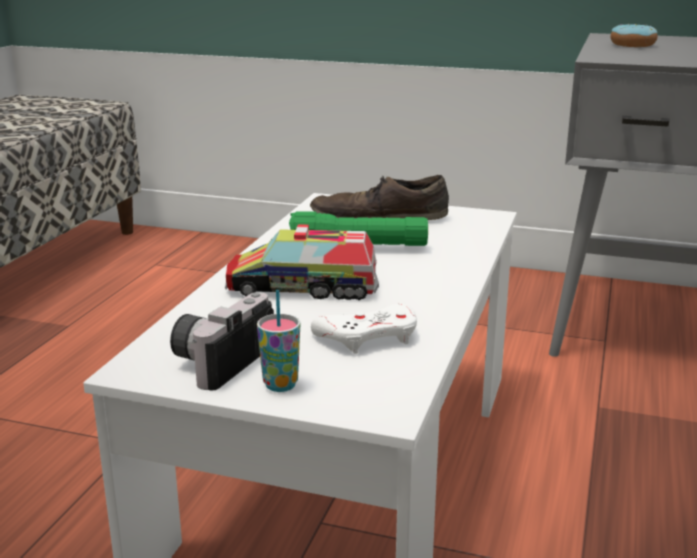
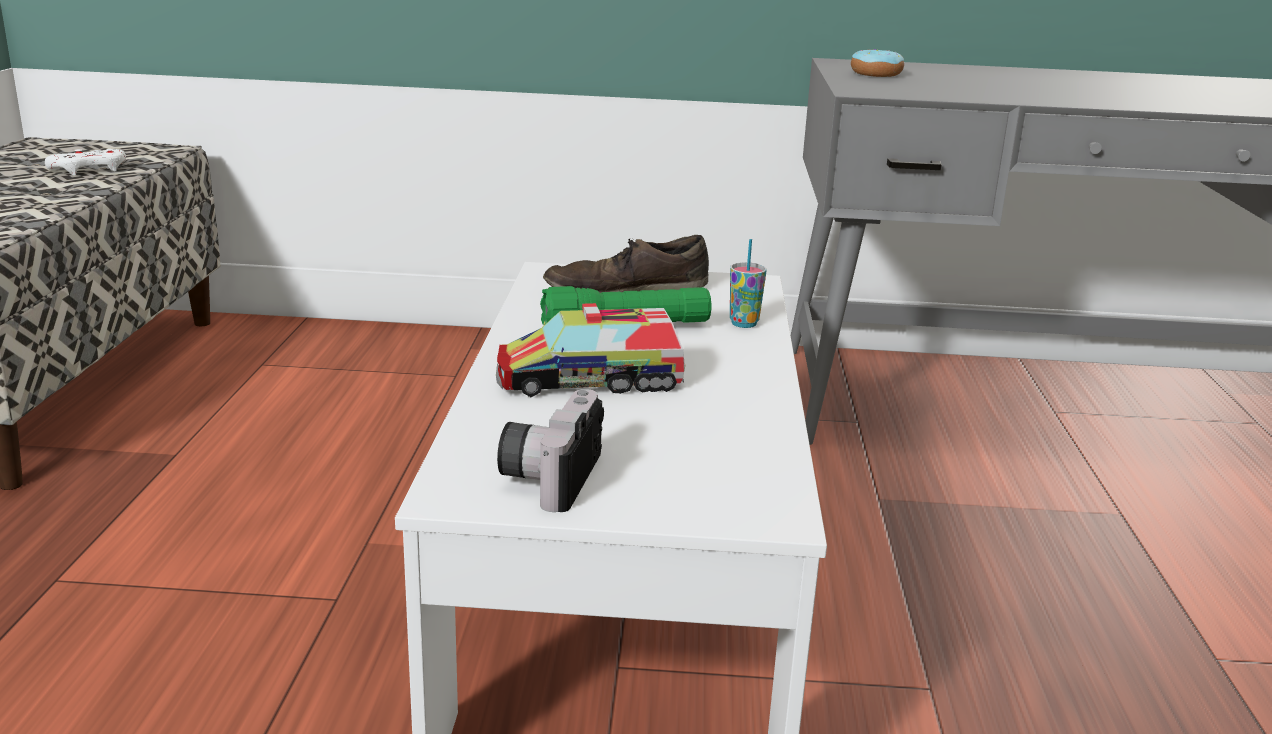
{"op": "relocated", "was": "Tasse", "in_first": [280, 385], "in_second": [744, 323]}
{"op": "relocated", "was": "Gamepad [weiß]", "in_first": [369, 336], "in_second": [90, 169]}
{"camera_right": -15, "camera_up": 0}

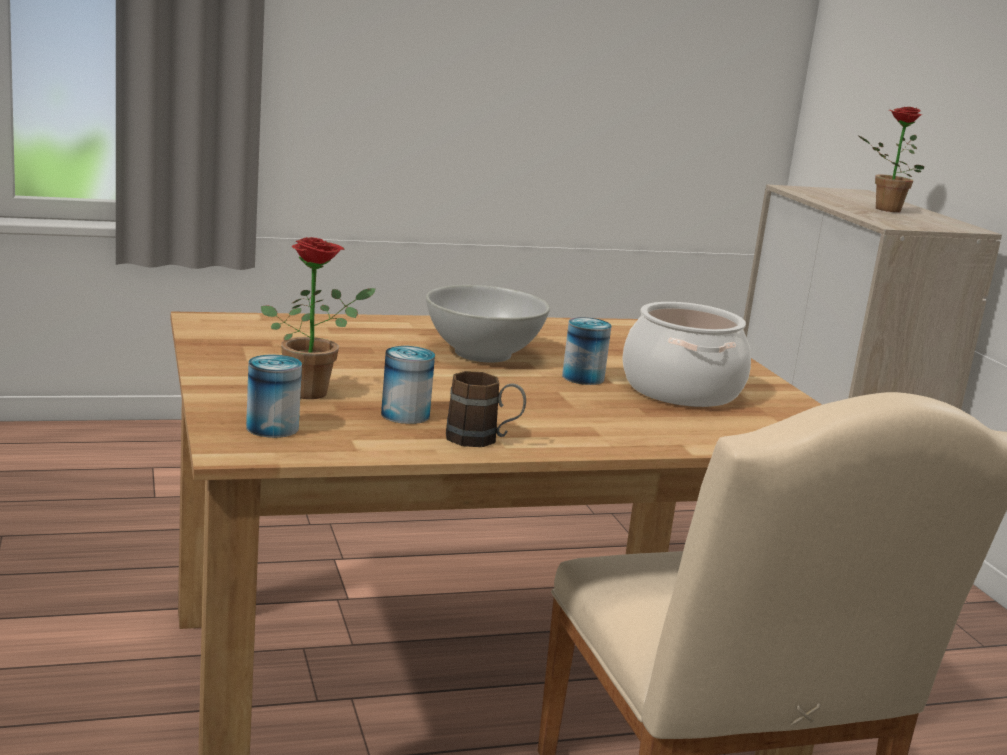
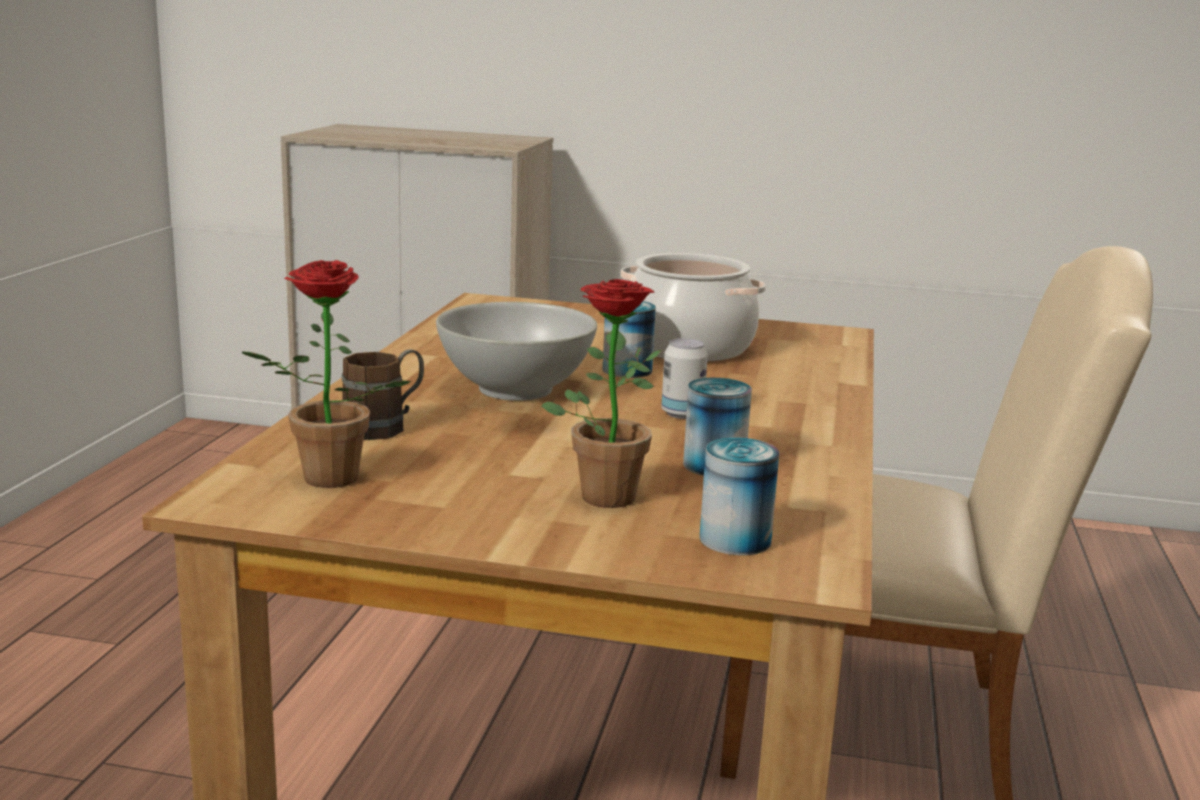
{"op": "relocated", "was": "Henkelbecher [braun]", "in_first": [482, 440], "in_second": [385, 426]}
{"op": "relocated", "was": "Topfpflanze", "in_first": [882, 209], "in_second": [323, 482]}
{"op": "appeared", "now": "Dose", "in_second": [682, 414]}
{"camera_right": -60, "camera_up": 0}

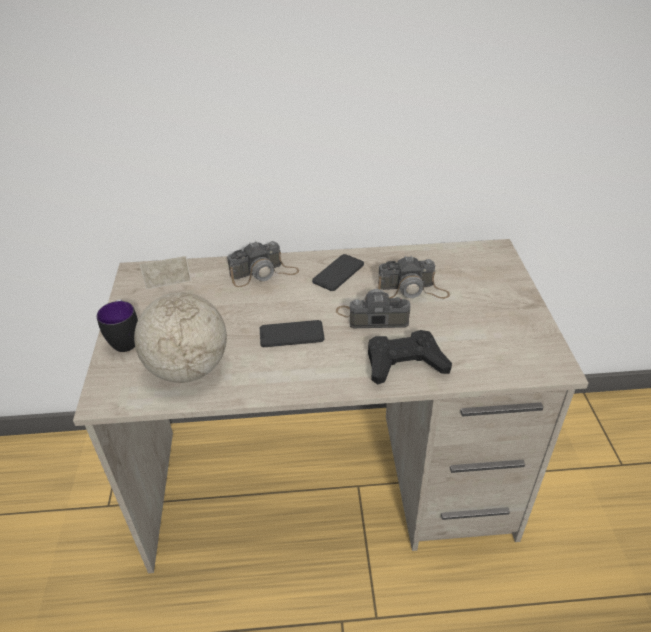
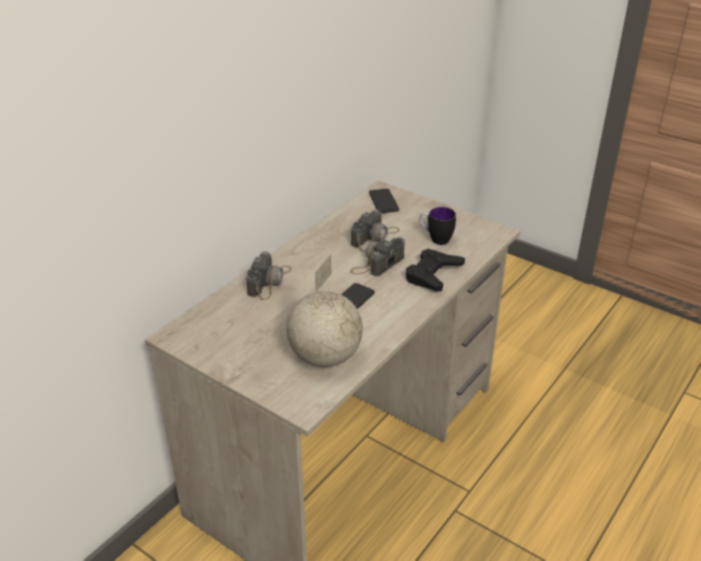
{"op": "relocated", "was": "Henkelbecher", "in_first": [125, 339], "in_second": [435, 239]}
{"op": "relocated", "was": "Handy", "in_first": [338, 273], "in_second": [383, 201]}
{"camera_right": -50, "camera_up": -5}

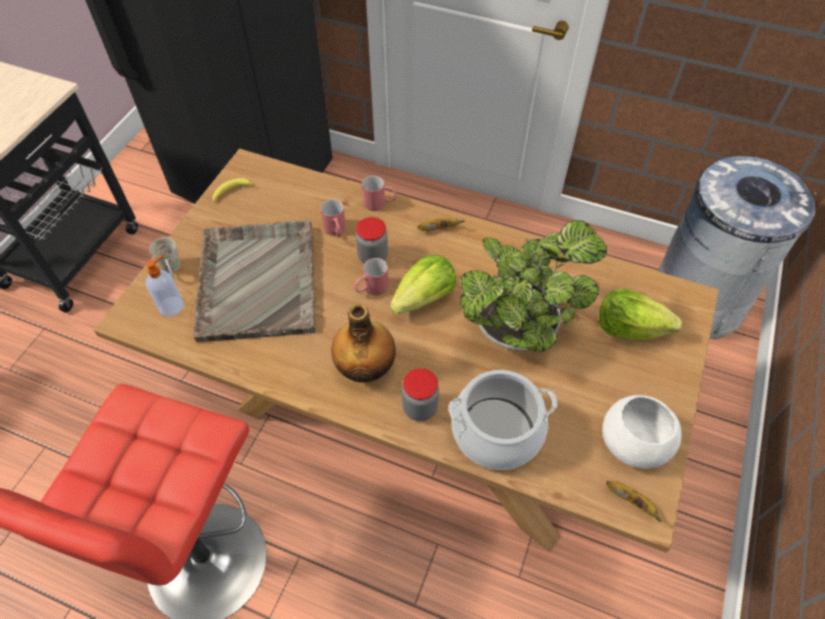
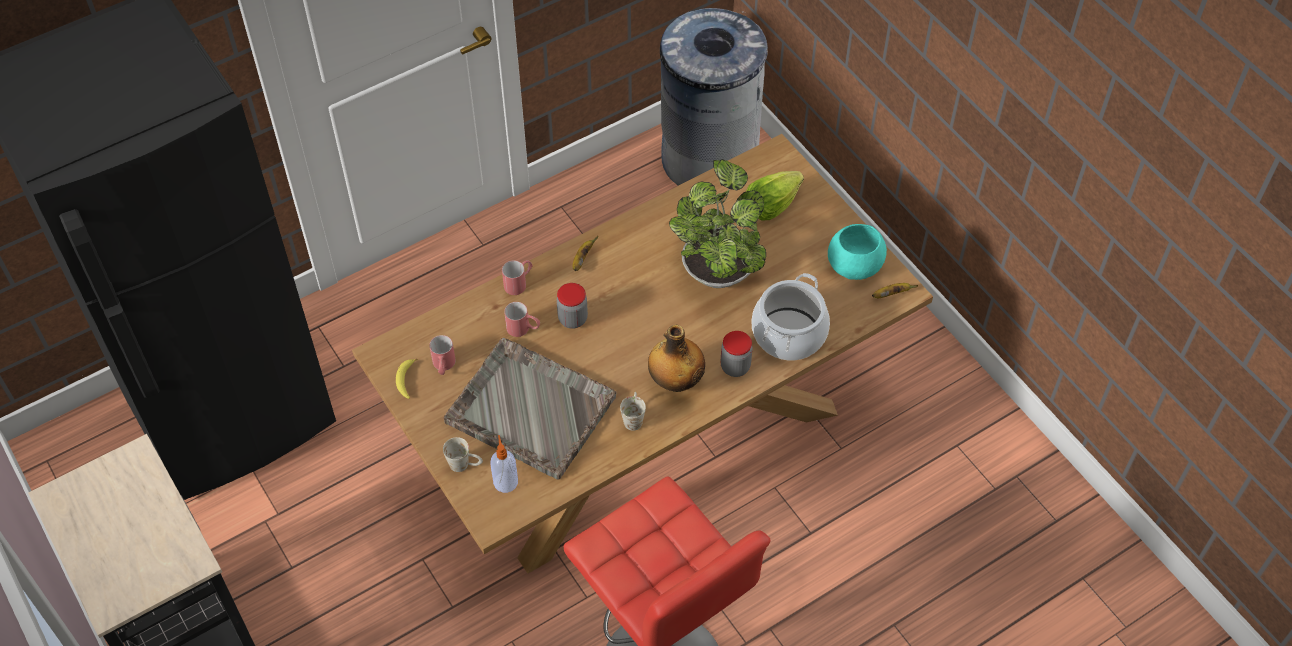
{"op": "relocated", "was": "Henkelbecher [rot]", "in_first": [371, 289], "in_second": [443, 366]}
{"op": "missing", "was": "Salatkopf", "in_first": [425, 298]}
{"op": "colour", "was": "Schüssel [weiß]", "now": "Schüssel [türkis]", "in_first": [635, 443], "in_second": [856, 264]}
{"op": "appeared", "now": "Henkelbecher [weiß]", "in_second": [633, 417]}
{"camera_right": -55, "camera_up": 0}

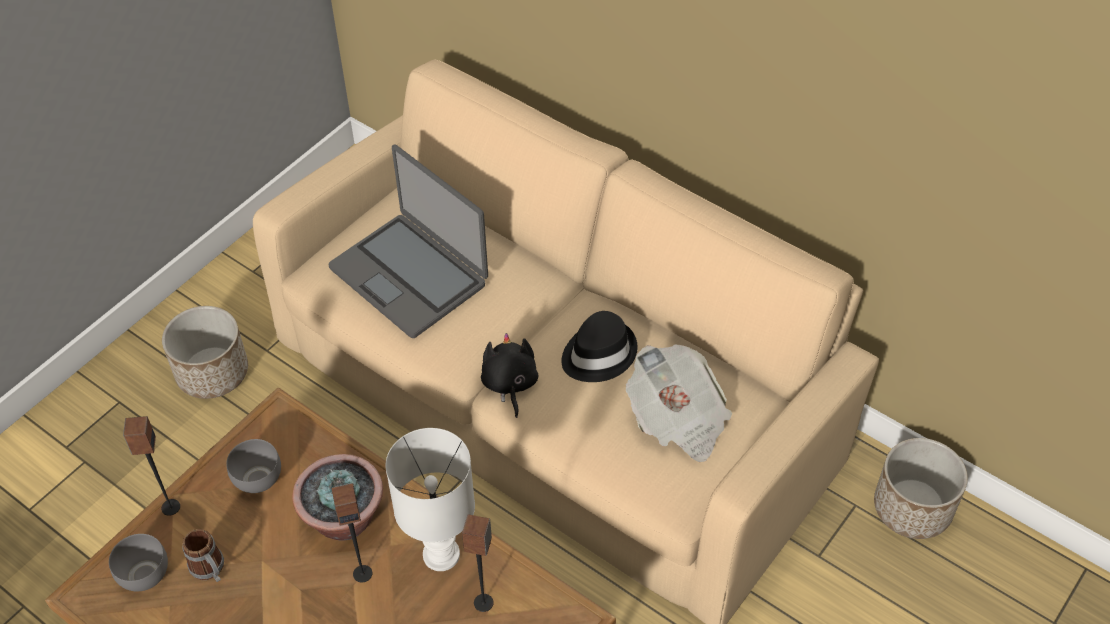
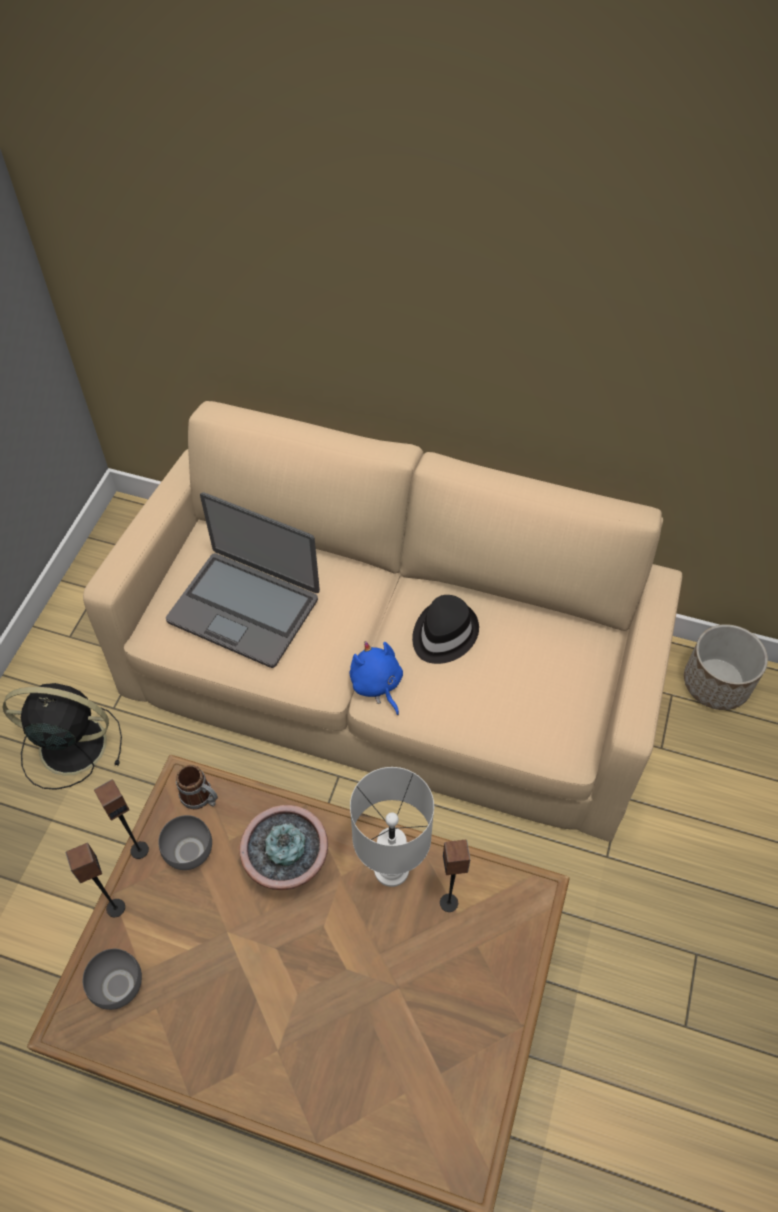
{"op": "exchanged", "was": "Pflanzkübel", "now": "Ventilator [schwarz]", "in_first": [212, 373], "in_second": [69, 745]}
{"op": "relocated", "was": "Henkelbecher", "in_first": [210, 570], "in_second": [201, 798]}
{"op": "relocated", "was": "Lautsprecher", "in_first": [362, 573], "in_second": [139, 849]}
{"op": "colour", "was": "Plüschtier [schwarz]", "now": "Plüschtier [blau]", "in_first": [509, 384], "in_second": [377, 685]}
{"op": "missing", "was": "Zeitung", "in_first": [678, 419]}
{"camera_right": -20, "camera_up": 5}

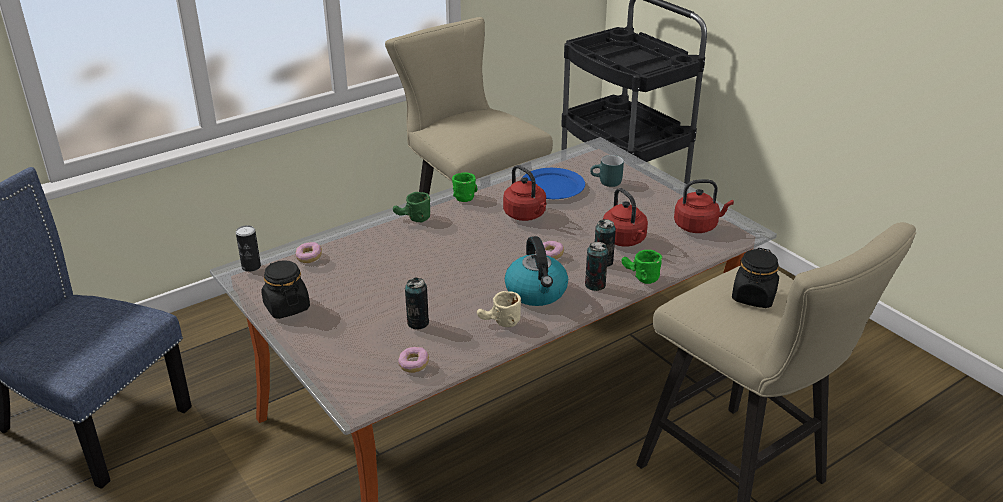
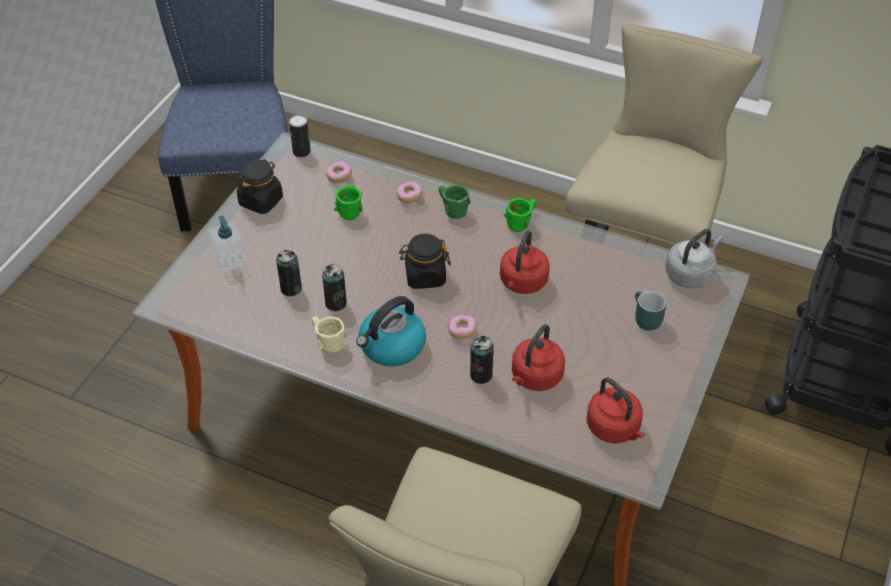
{"op": "relocated", "was": "Donut", "in_first": [414, 365], "in_second": [409, 196]}
{"op": "missing", "was": "Teller [blau]", "in_first": [553, 187]}
{"op": "relocated", "was": "Dose", "in_first": [595, 285], "in_second": [336, 303]}
{"op": "relocated", "was": "Henkelbecher [grün]", "in_first": [639, 277], "in_second": [348, 208]}
{"op": "relocated", "was": "Vorratsglas [schwarz]", "in_first": [753, 297], "in_second": [425, 276]}
{"op": "appeared", "now": "Seifenspender", "in_second": [230, 260]}
{"op": "appeared", "now": "Wasserkessel [grau]", "in_second": [690, 274]}
{"camera_right": 60, "camera_up": 15}

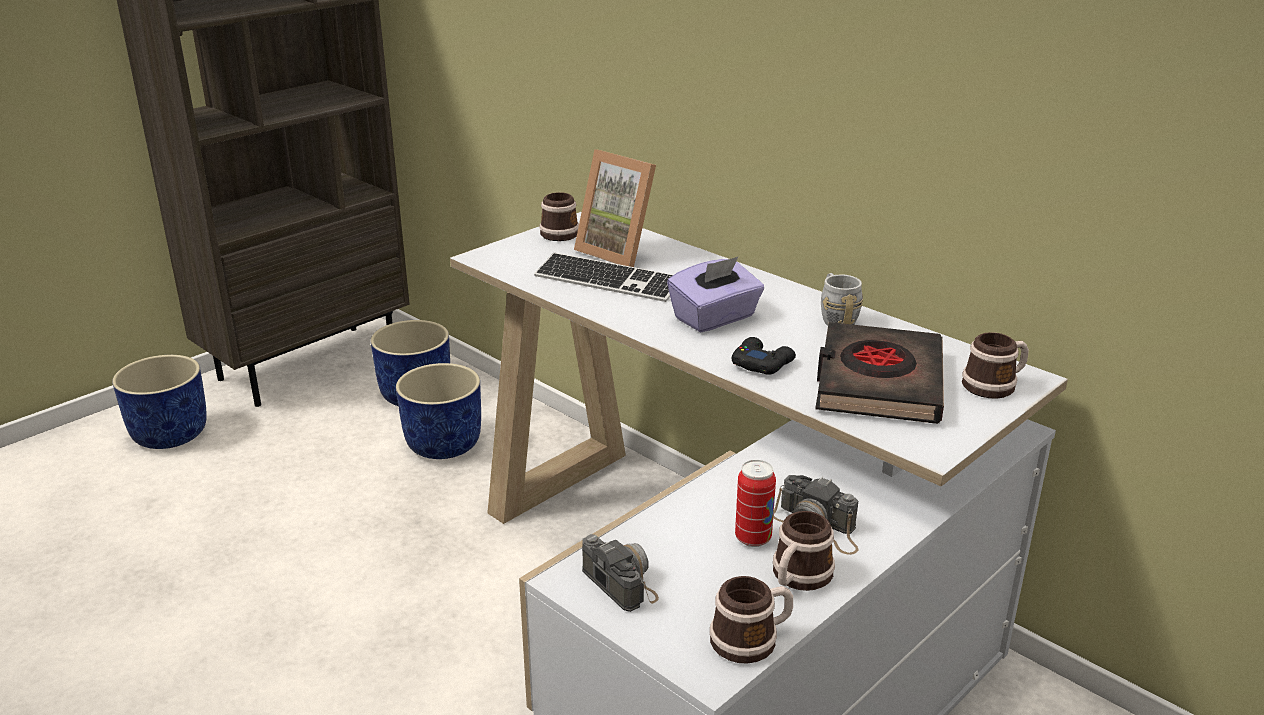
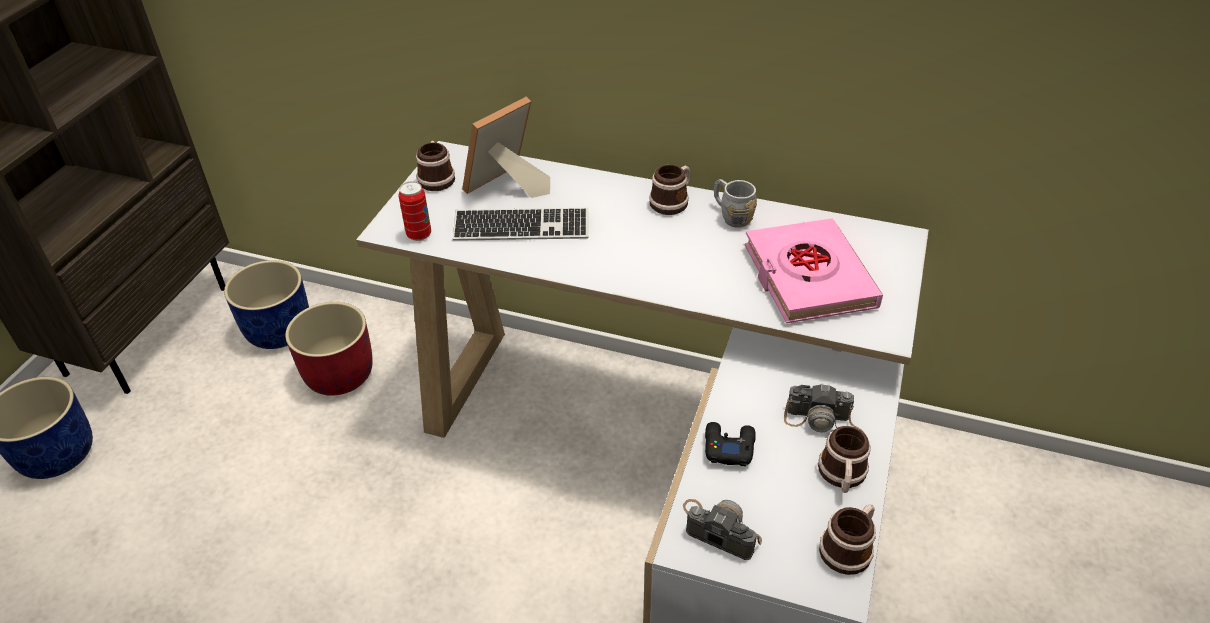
{"op": "colour", "was": "Pflanzkübel [blau]", "now": "Pflanzkübel [rot]", "in_first": [443, 444], "in_second": [338, 375]}
{"op": "spun", "was": "Bilderrahmen", "in_first": [620, 251], "in_second": [506, 188], "clockwise": 120}
{"op": "missing", "was": "Taschentuchbox [lila]", "in_first": [715, 318]}
{"op": "relocated", "was": "Gamepad [schwarz]", "in_first": [762, 363], "in_second": [728, 447]}
{"op": "relocated", "was": "Dose", "in_first": [753, 538], "in_second": [419, 235]}
{"op": "colour", "was": "Buch [schwarz]", "now": "Buch [rosa]", "in_first": [878, 383], "in_second": [808, 277]}
{"op": "relocated", "was": "Henkelbecher", "in_first": [994, 385], "in_second": [672, 201]}
{"camera_right": -25, "camera_up": 15}

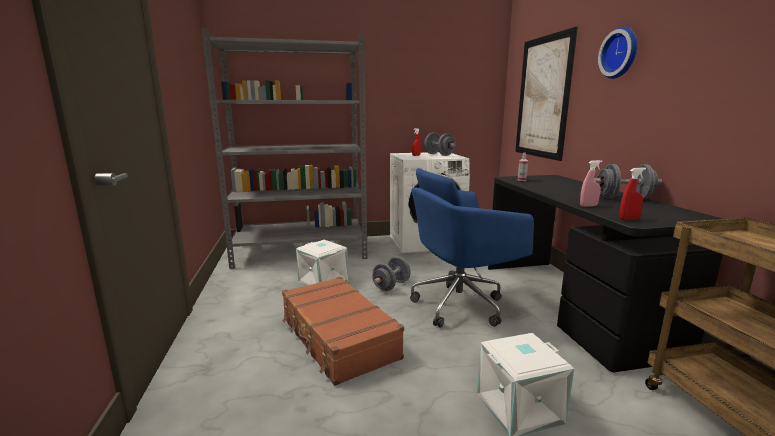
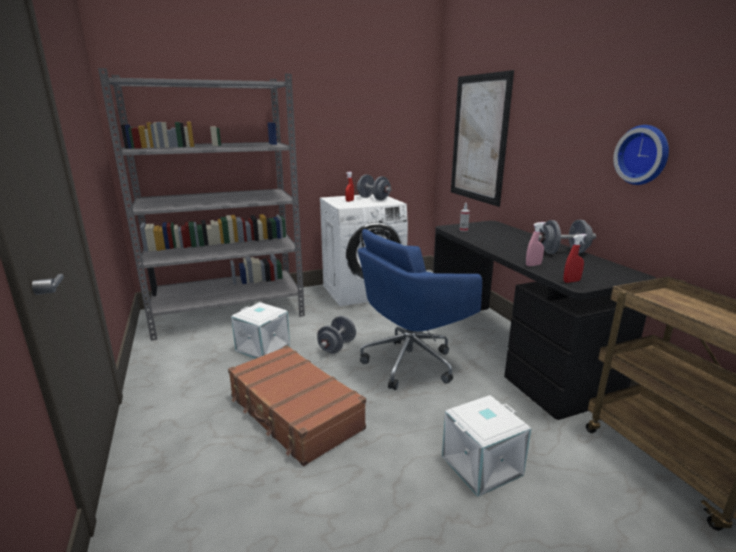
{"op": "relocated", "was": "Wanduhr", "in_first": [621, 53], "in_second": [644, 155]}
{"camera_right": -10, "camera_up": 5}

